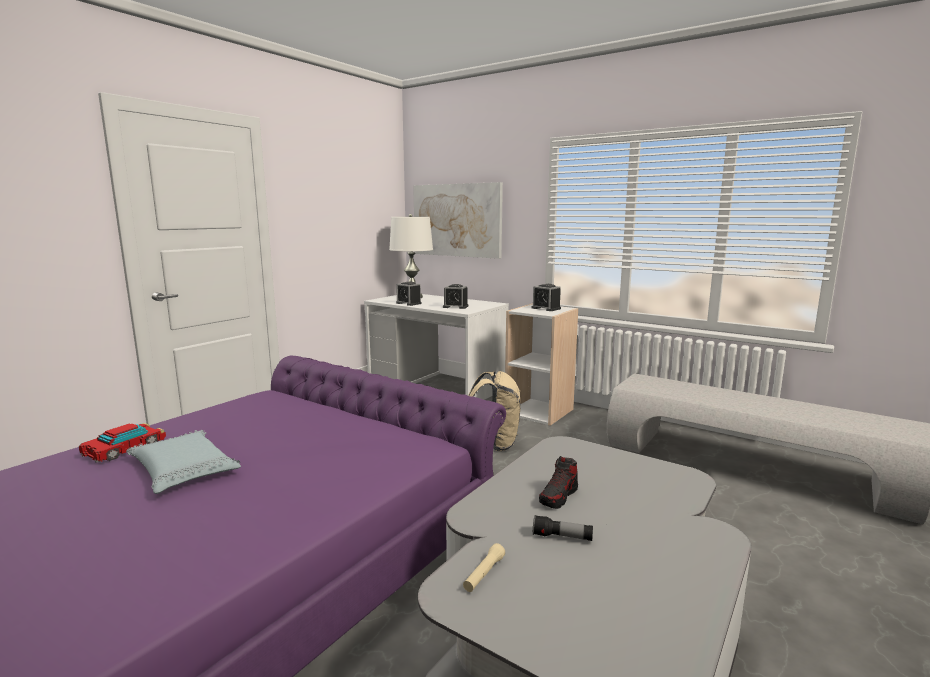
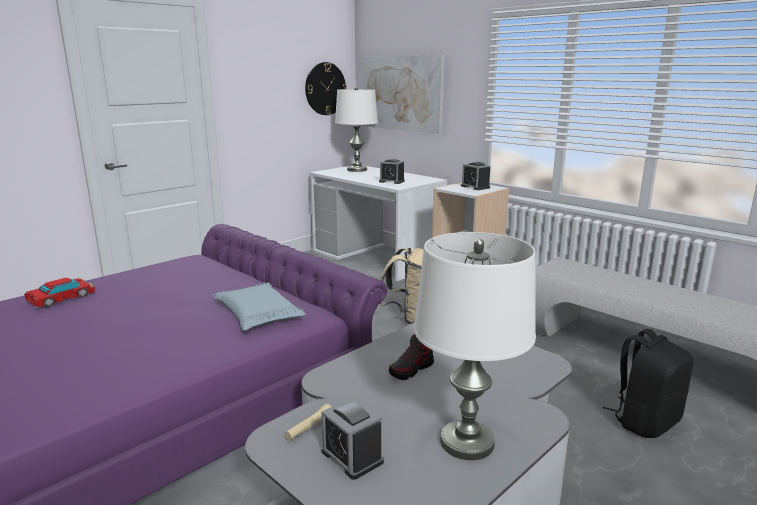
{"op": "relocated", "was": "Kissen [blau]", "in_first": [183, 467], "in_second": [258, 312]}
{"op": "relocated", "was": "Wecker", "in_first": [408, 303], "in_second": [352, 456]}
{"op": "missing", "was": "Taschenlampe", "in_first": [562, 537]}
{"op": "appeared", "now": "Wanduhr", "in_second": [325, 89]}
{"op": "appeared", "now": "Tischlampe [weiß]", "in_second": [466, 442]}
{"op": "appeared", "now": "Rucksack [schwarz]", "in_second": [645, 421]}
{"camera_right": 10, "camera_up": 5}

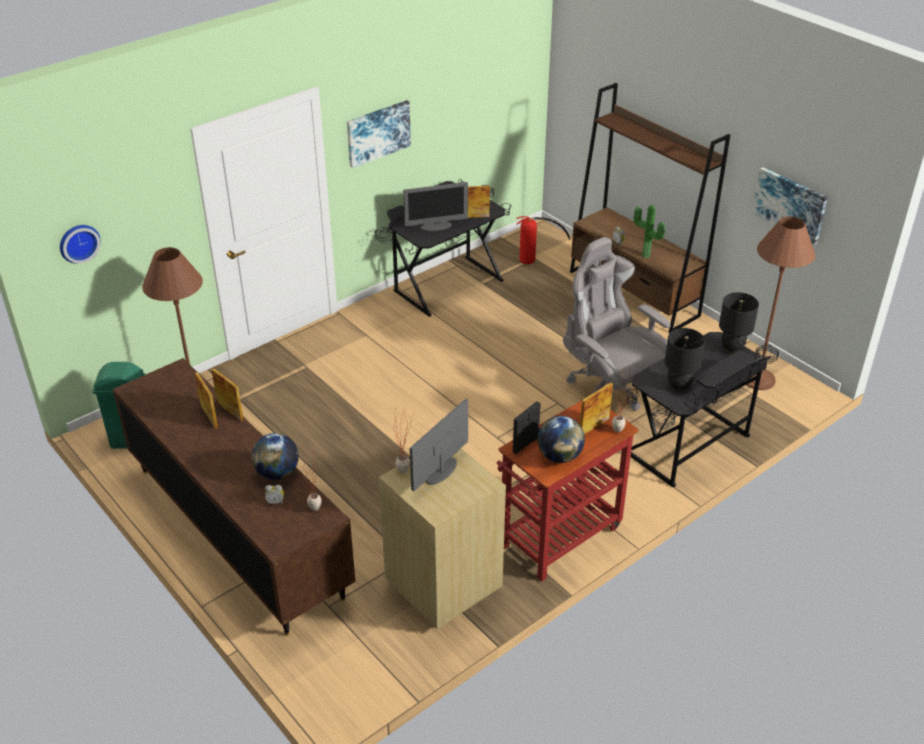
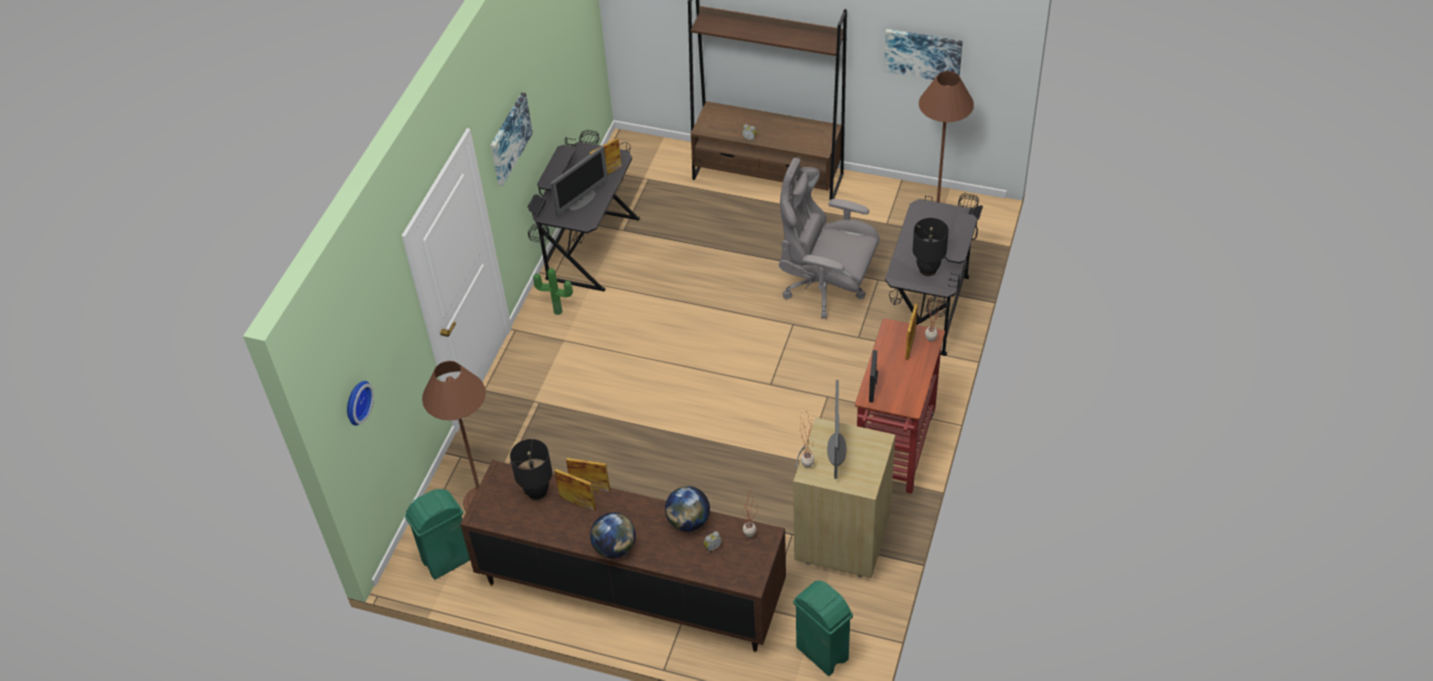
{"op": "missing", "was": "Feuerlöscher", "in_first": [536, 259]}
{"op": "relocated", "was": "Globus", "in_first": [559, 456], "in_second": [615, 548]}
{"op": "relocated", "was": "Topfpflanze", "in_first": [645, 256], "in_second": [558, 313]}
{"op": "relocated", "was": "Tischlampe [schwarz]", "in_first": [732, 349], "in_second": [537, 492]}
{"op": "appeared", "now": "Mülleimer [grün]", "in_second": [822, 654]}
{"camera_right": -30, "camera_up": 10}

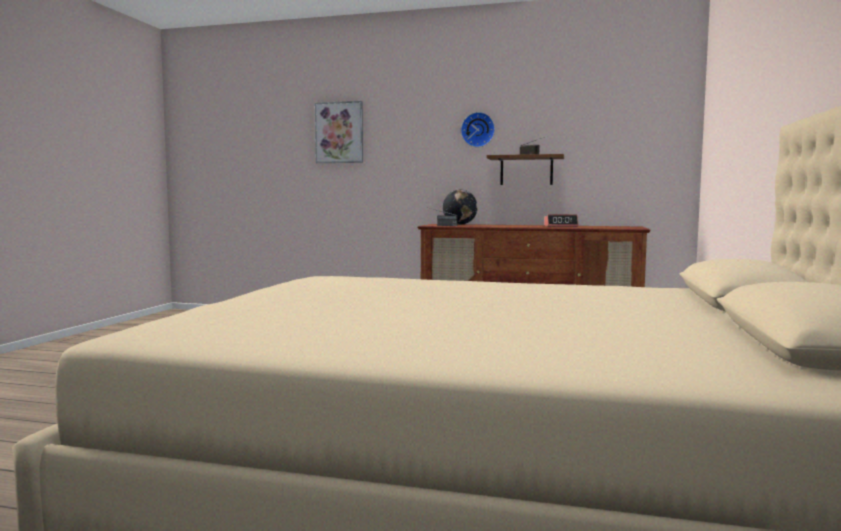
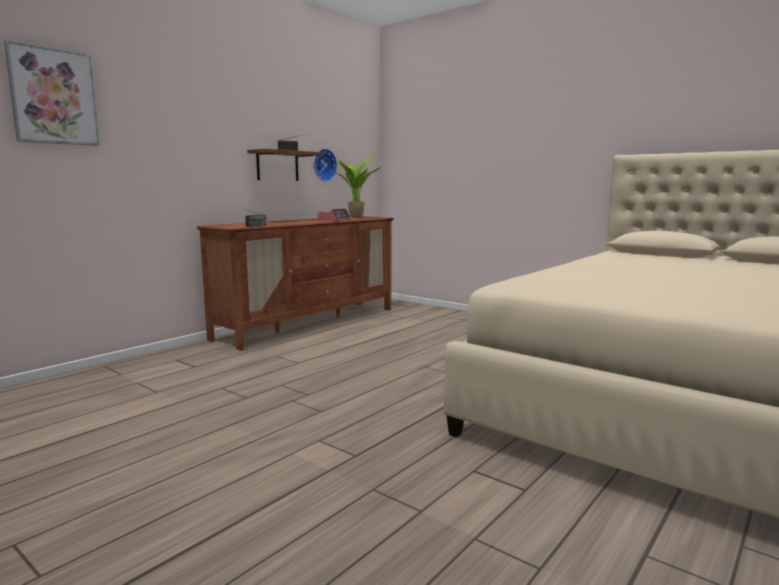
{"op": "missing", "was": "Globus", "in_first": [460, 224]}
{"op": "relocated", "was": "Wanduhr", "in_first": [478, 130], "in_second": [323, 165]}
{"op": "appeared", "now": "Topfpflanze", "in_second": [355, 217]}
{"camera_right": -65, "camera_up": 5}

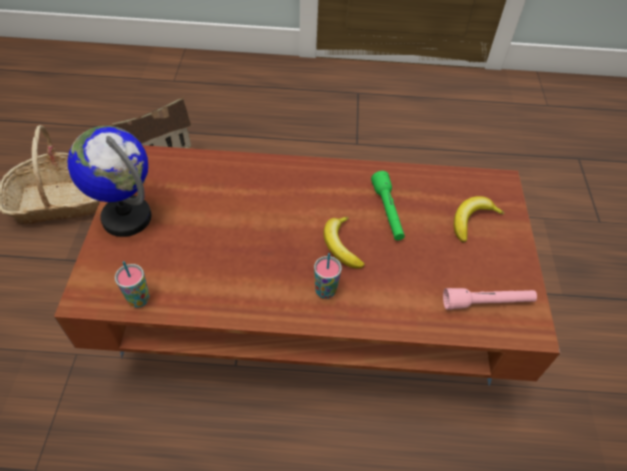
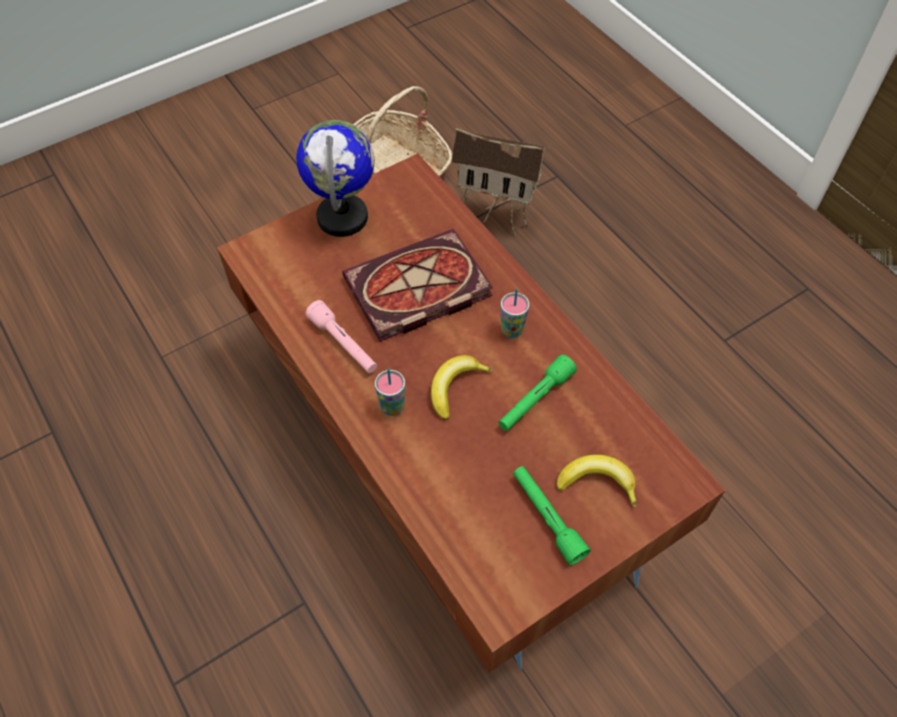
{"op": "relocated", "was": "Tasse", "in_first": [139, 299], "in_second": [512, 330]}
{"op": "relocated", "was": "Taschenlampe [rosa]", "in_first": [487, 303], "in_second": [344, 344]}
{"op": "appeared", "now": "Buch", "in_second": [415, 290]}
{"op": "appeared", "now": "Taschenlampe [grün]", "in_second": [547, 517]}
{"camera_right": 55, "camera_up": 5}

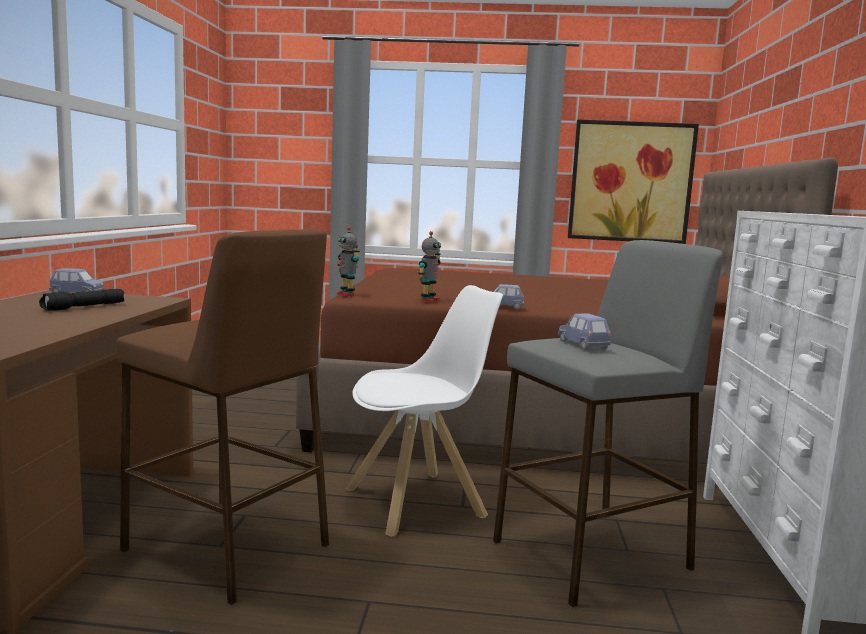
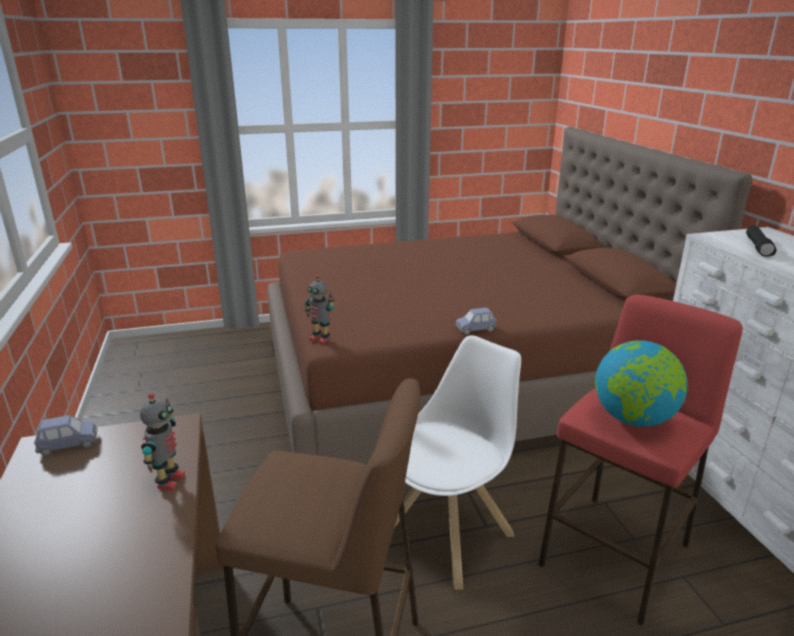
{"op": "relocated", "was": "Taschenlampe [schwarz]", "in_first": [84, 307], "in_second": [758, 247]}
{"op": "relocated", "was": "Spielzeugroboter", "in_first": [428, 300], "in_second": [169, 481]}
{"op": "colour", "was": "Hocker [grau]", "now": "Hocker [rot]", "in_first": [592, 554], "in_second": [615, 554]}
{"op": "exchanged", "was": "Spielzeugauto [blau]", "now": "Globus", "in_first": [582, 345], "in_second": [632, 419]}
{"op": "missing", "was": "Bild", "in_first": [630, 182]}
{"camera_right": -20, "camera_up": 15}

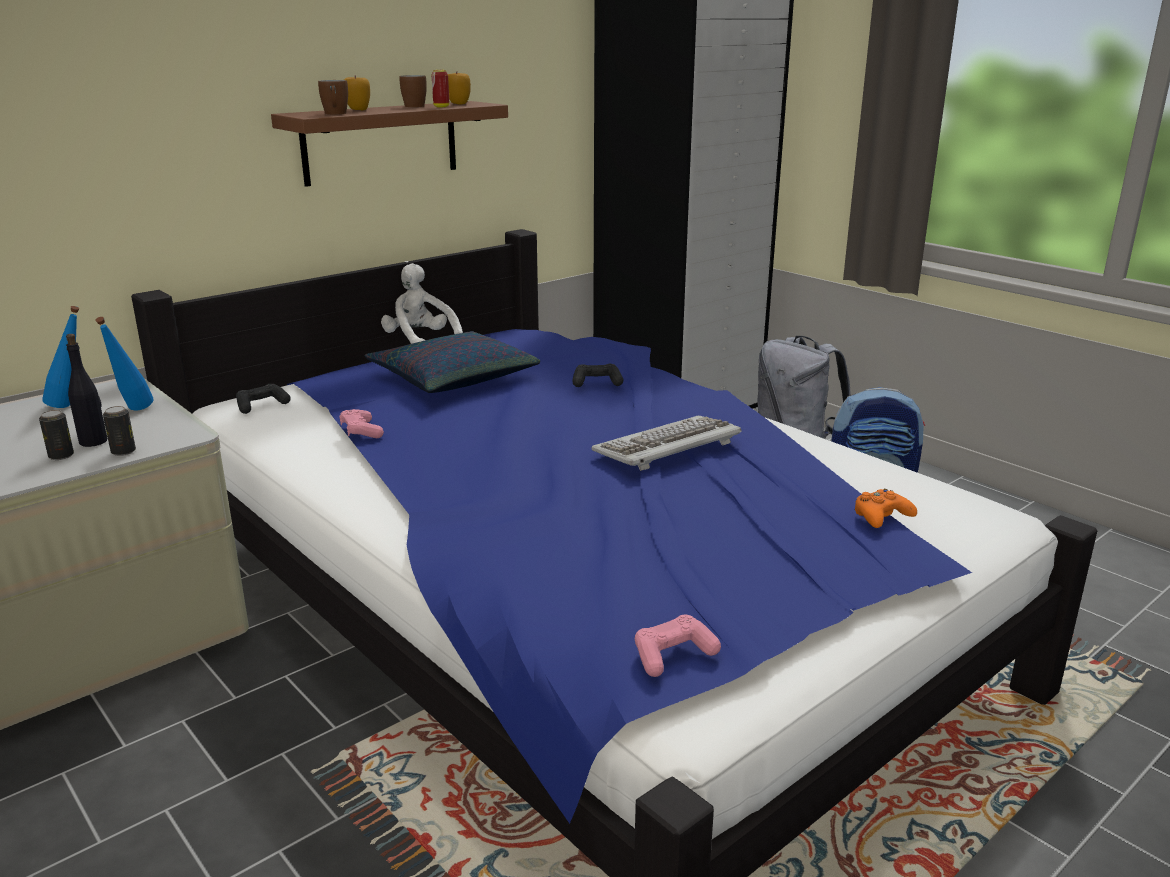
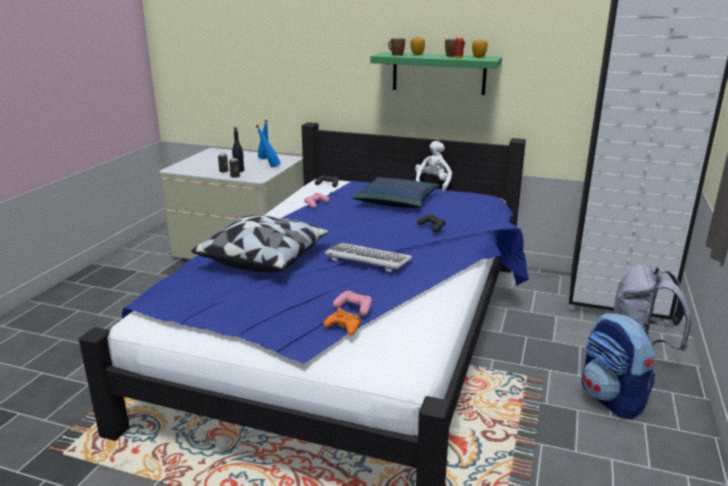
{"op": "colour", "was": "Wandregal [braun]", "now": "Wandregal [grün]", "in_first": [380, 142], "in_second": [438, 73]}
{"op": "relocated", "was": "Gamepad [rosa]", "in_first": [673, 655], "in_second": [354, 308]}
{"op": "appeared", "now": "Kissen", "in_second": [264, 258]}
{"camera_right": 60, "camera_up": 0}

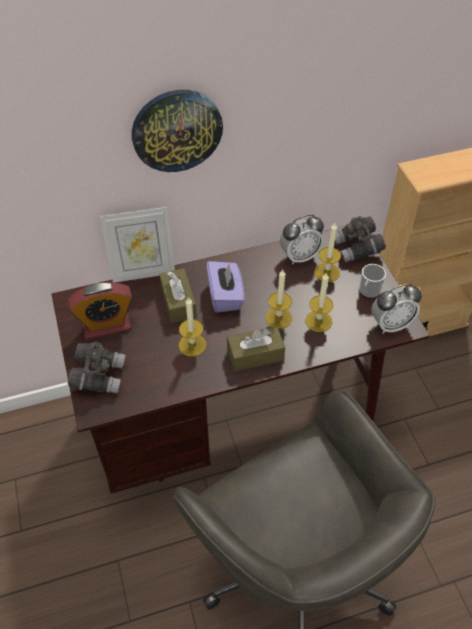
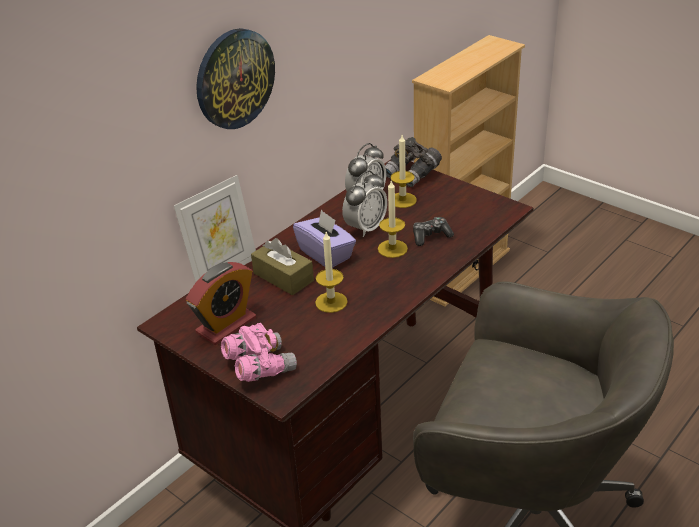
{"op": "colour", "was": "Fernglas [grau]", "now": "Fernglas [rosa]", "in_first": [98, 375], "in_second": [259, 367]}
{"op": "missing", "was": "Taschentuchbox [braun]", "in_first": [255, 355]}
{"op": "exchanged", "was": "Kerze", "now": "Gamepad", "in_first": [318, 321], "in_second": [431, 236]}
{"op": "missing", "was": "Henkelbecher", "in_first": [368, 292]}
{"op": "relocated", "was": "Wecker", "in_first": [390, 324], "in_second": [365, 228]}
{"camera_right": -30, "camera_up": -15}

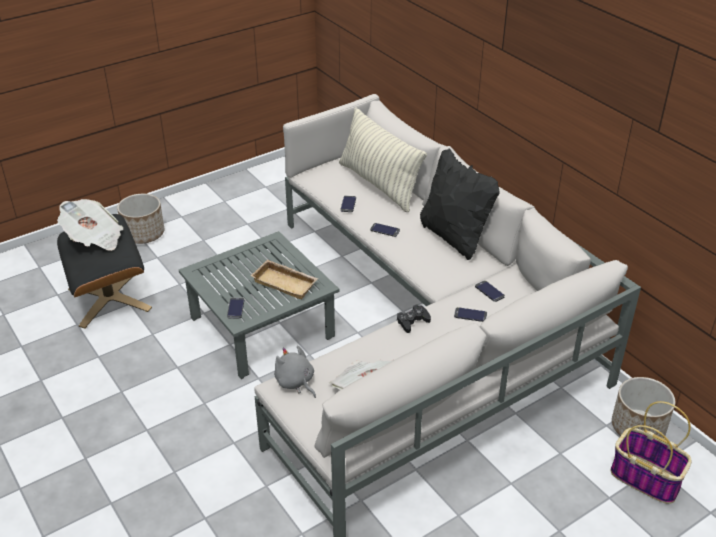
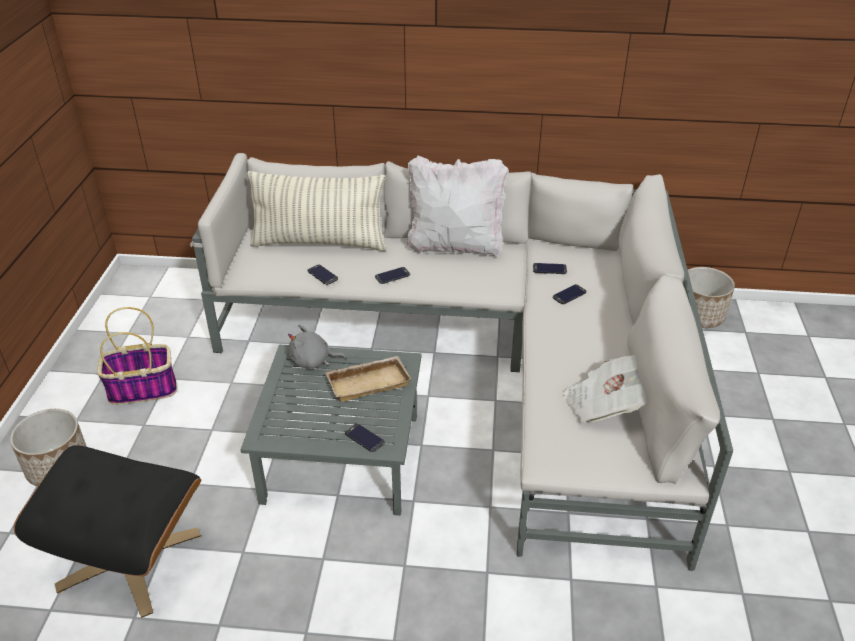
{"op": "missing", "was": "Zeitung", "in_first": [94, 238]}
{"op": "relocated", "was": "Plüschtier [grau]", "in_first": [295, 382], "in_second": [313, 361]}
{"op": "missing", "was": "Gamepad [schwarz]", "in_first": [412, 321]}
{"op": "colour", "was": "Kissen [schwarz]", "now": "Kissen [weiß]", "in_first": [454, 237], "in_second": [455, 247]}
{"op": "relocated", "was": "Korb", "in_first": [646, 479], "in_second": [144, 389]}
{"camera_right": -50, "camera_up": 0}

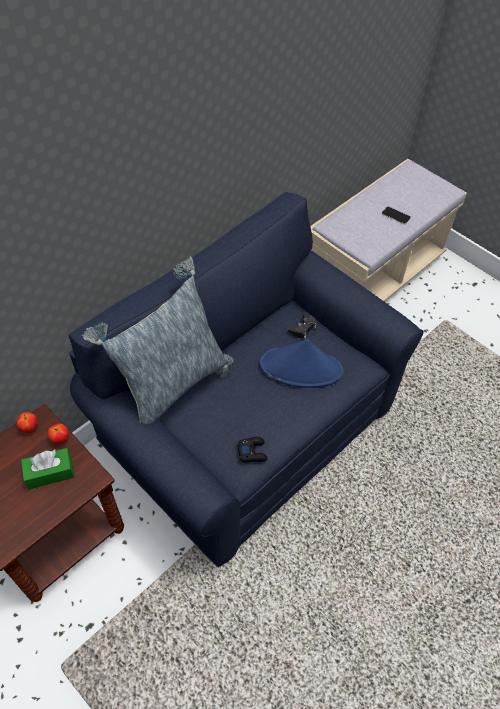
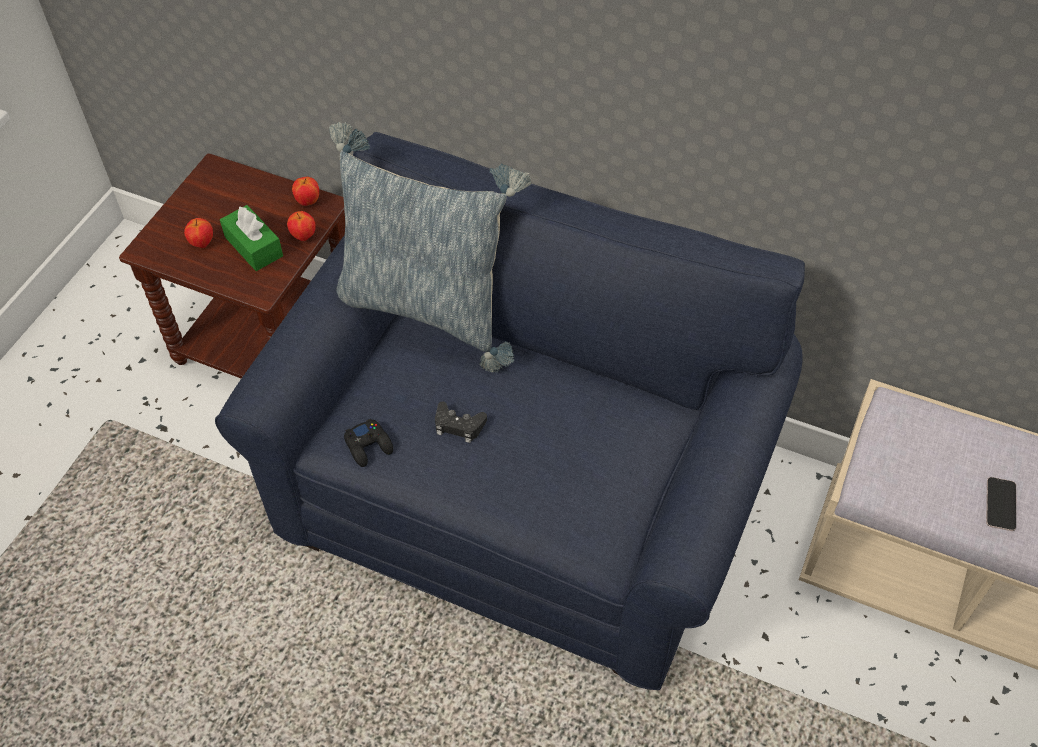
{"op": "missing", "was": "Hut [blau]", "in_first": [301, 368]}
{"op": "relocated", "was": "Gamepad [schwarz]", "in_first": [303, 328], "in_second": [458, 425]}
{"op": "appeared", "now": "Apfel", "in_second": [202, 243]}
{"camera_right": 70, "camera_up": 0}

